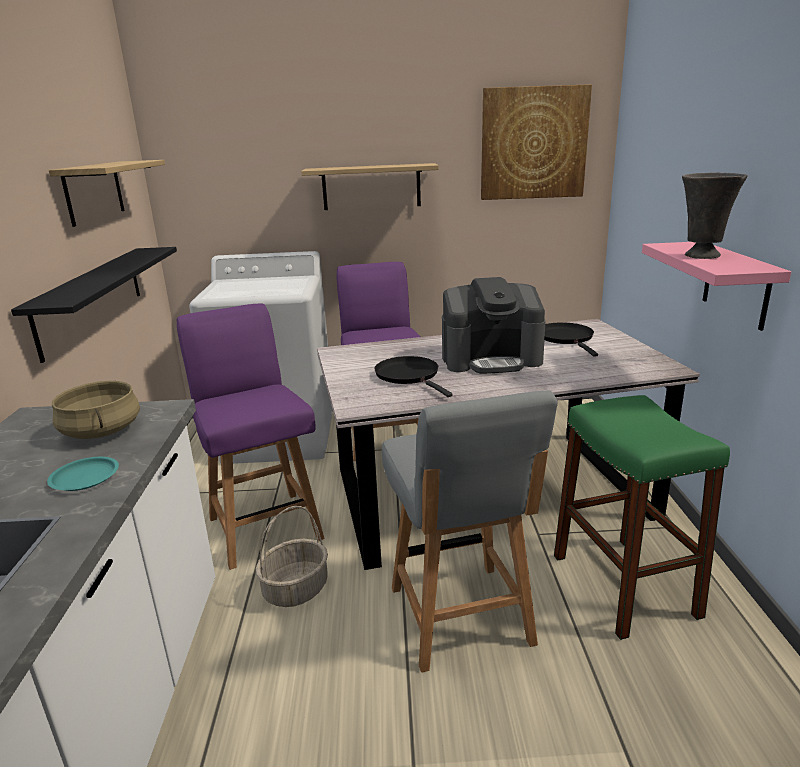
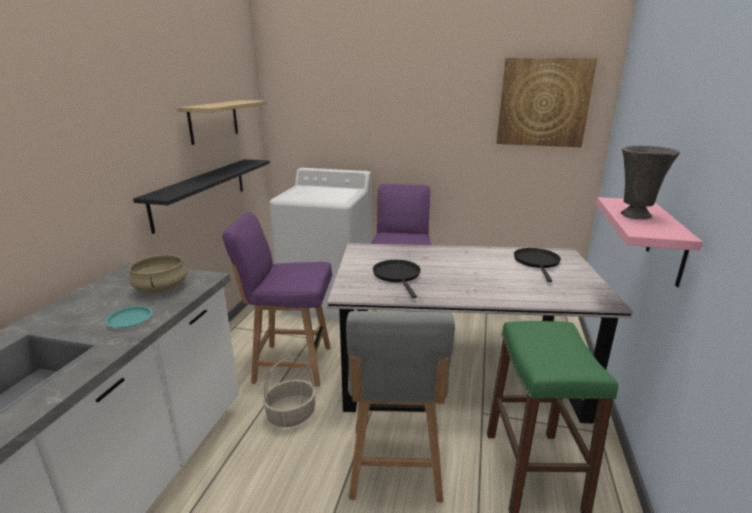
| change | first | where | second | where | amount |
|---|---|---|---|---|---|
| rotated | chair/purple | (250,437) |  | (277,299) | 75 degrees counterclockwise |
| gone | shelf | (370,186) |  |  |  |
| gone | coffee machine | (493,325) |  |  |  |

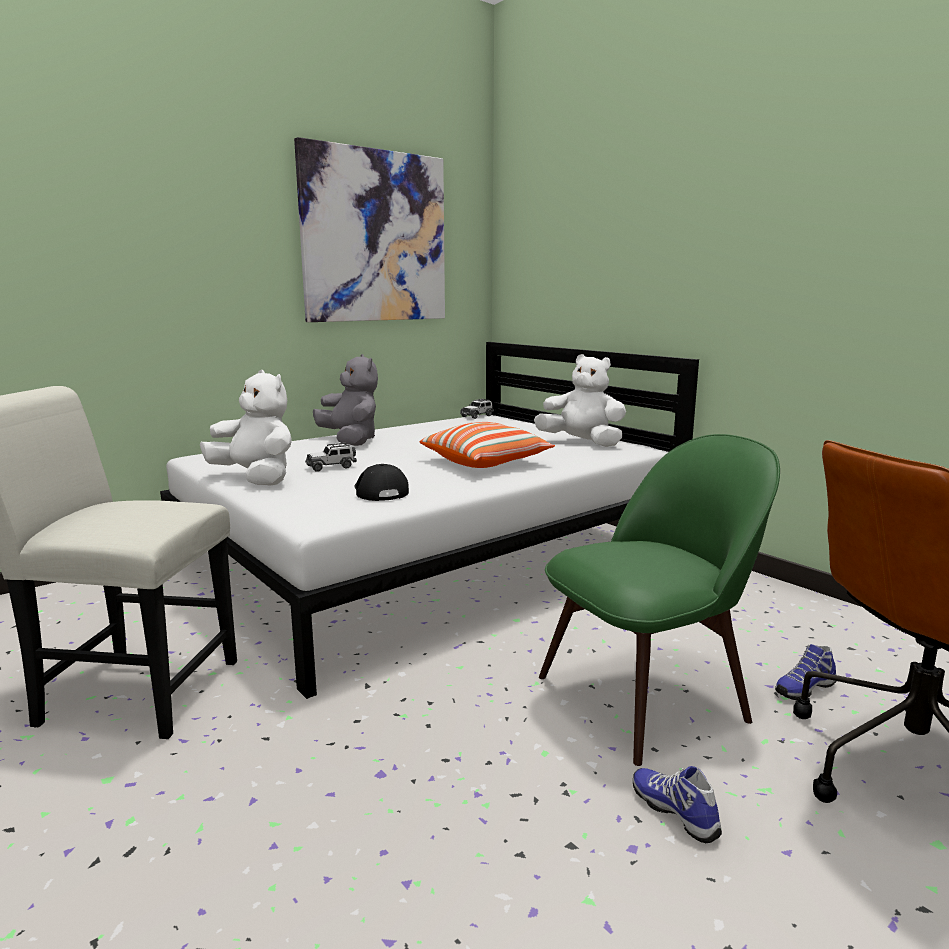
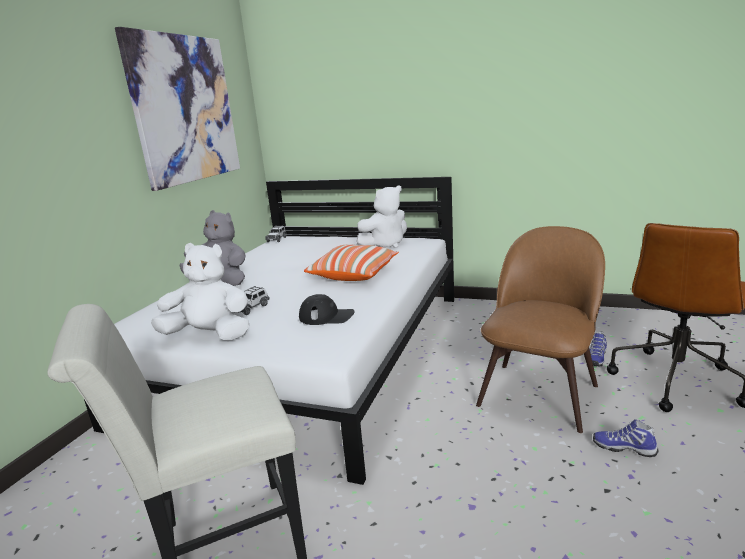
| change | first | where | second | where | amount |
|---|---|---|---|---|---|
| rotated | cap/black | (381,482) |  | (327,309) | 150 degrees clockwise |
| rotated | plush toy/white | (580,400) |  | (381,217) | 150 degrees clockwise |
| repainted | chair/green | (659,600) | chair/brown | (540,329) |  |

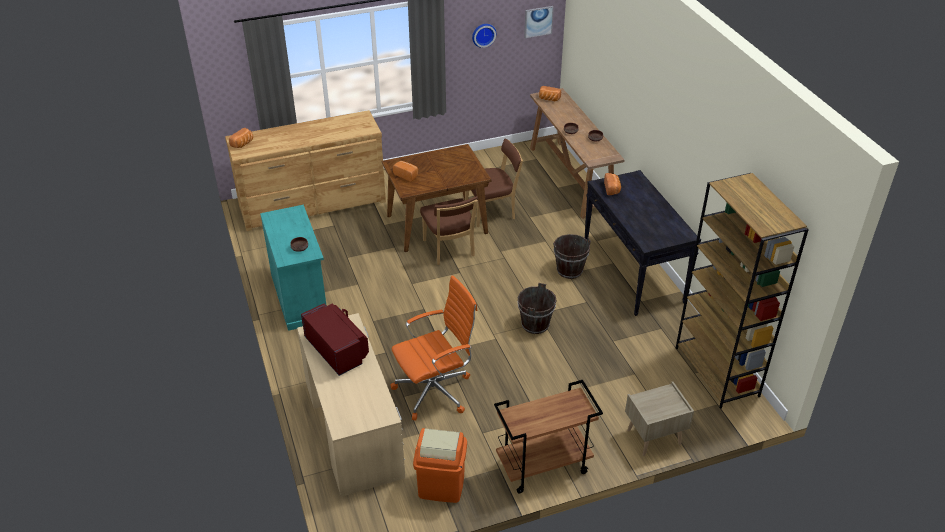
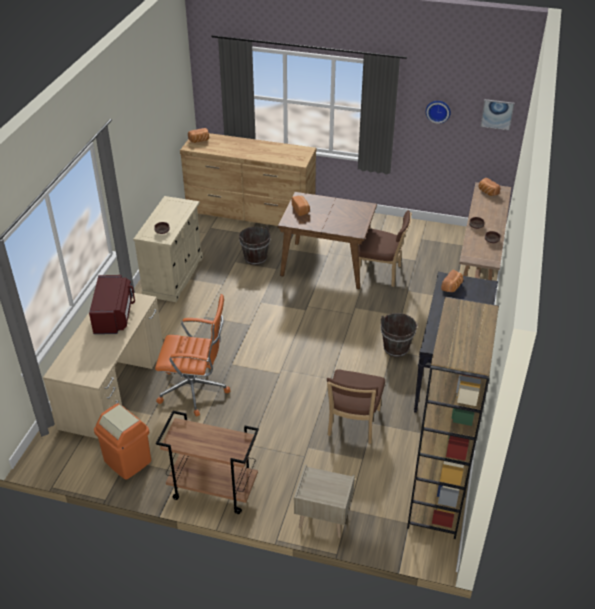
| change | first | where | second | where | amount |
|---|---|---|---|---|---|
| repainted | cabinet/turquoise | (293,268) | cabinet/beige | (168,249) |  |
| shifted | chair/brown | (449,230) |  | (356,406) |  |
| shifted | bucket/brown | (537,308) |  | (255,245) |  |

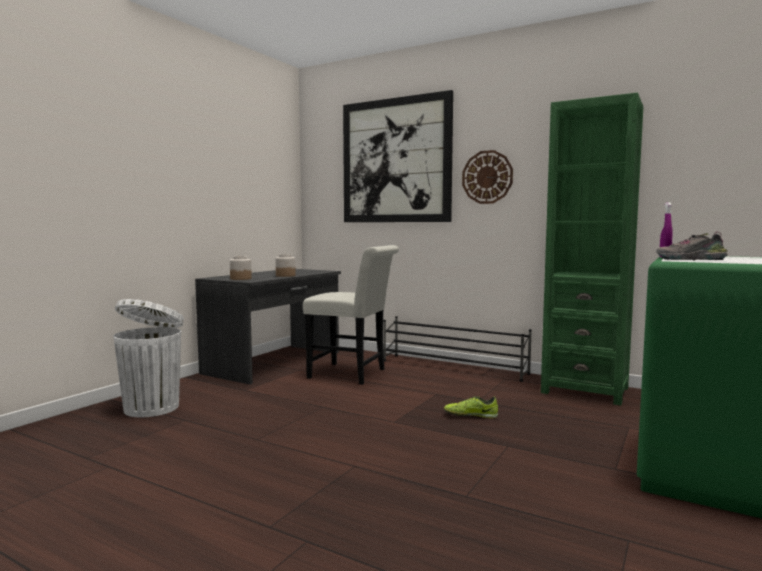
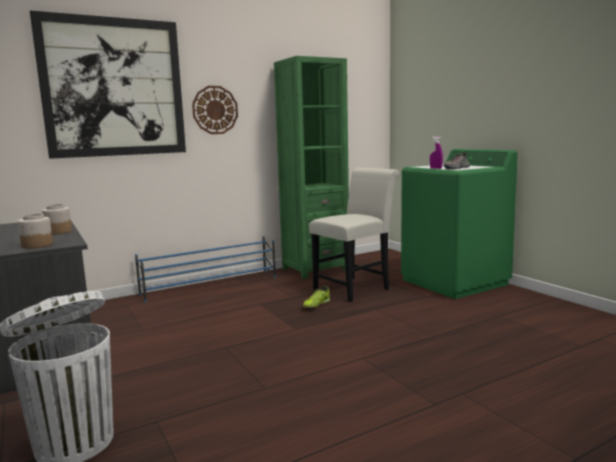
| change | first | where | second | where | amount |
|---|---|---|---|---|---|
| shifted | chair/white | (351,315) |  | (354,235) |  |
| repainted | shoe rack/black | (457,349) | shoe rack/blue | (205,269) |  |

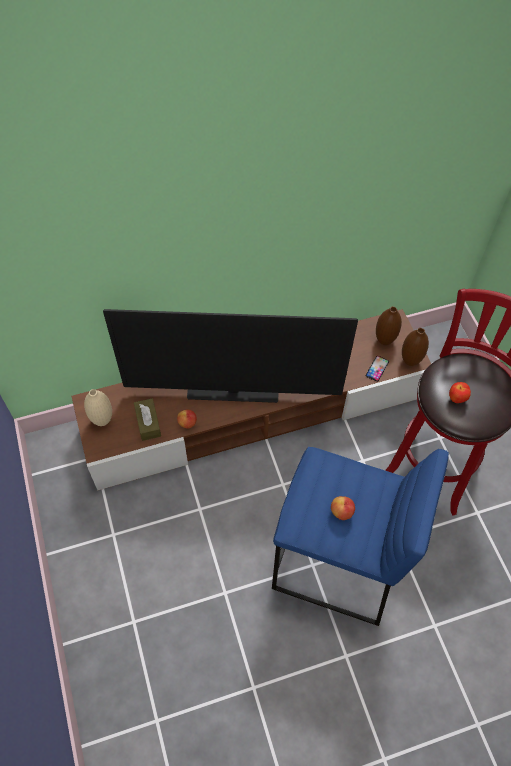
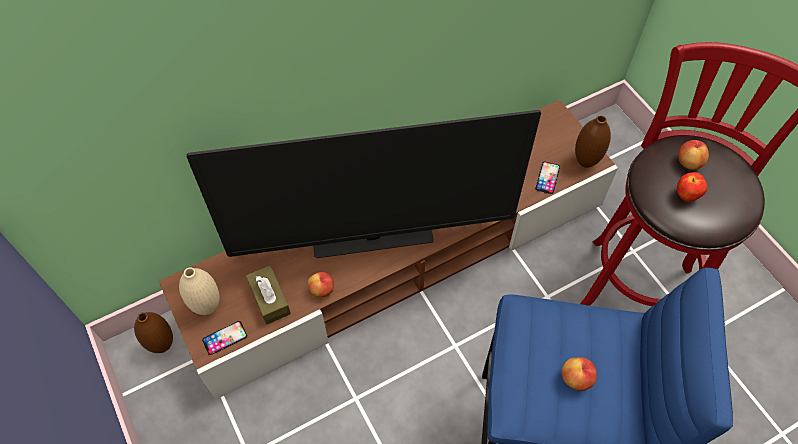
| change | first | where | second | where | amount |
|---|---|---|---|---|---|
| shifted | vase/brown | (389,326) |  | (153,332) |  |
| new |  |  | phone | (224,338) |  |
| new |  |  | apple | (693,155) |  |

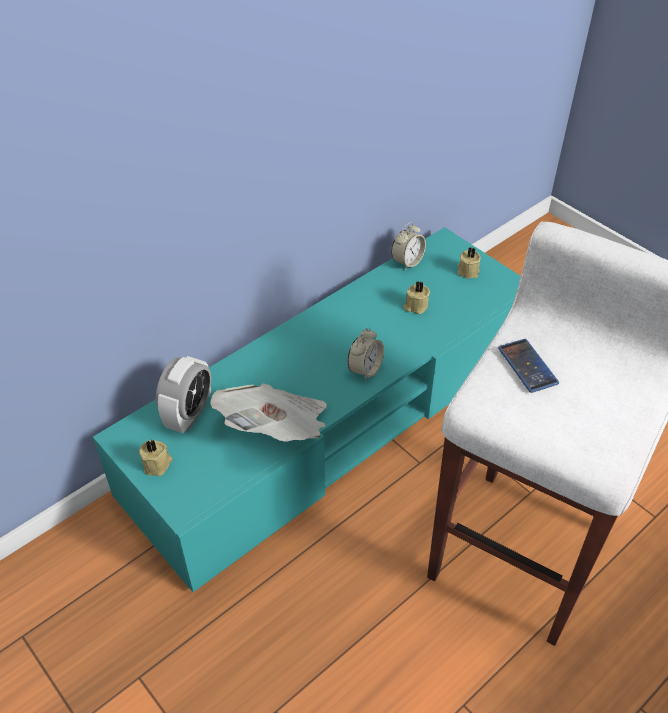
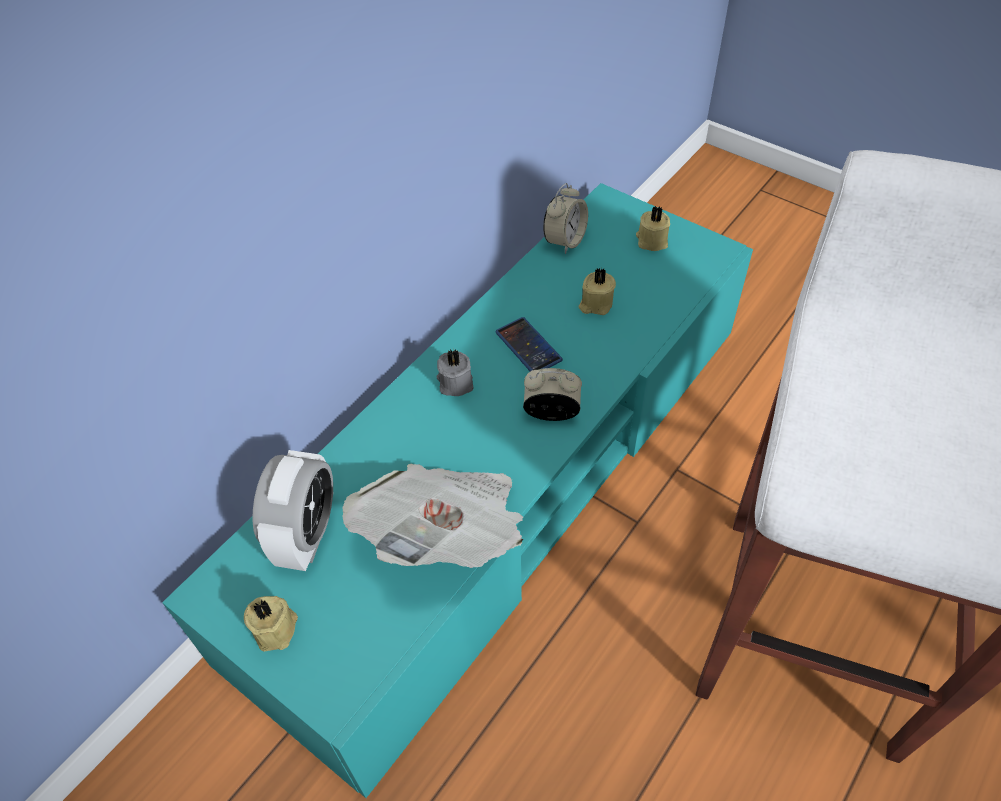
| change | first | where | second | where | amount |
|---|---|---|---|---|---|
| rotated | alarm clock | (366,354) |  | (552,394) | 105 degrees counterclockwise |
| shifted | phone | (528,366) |  | (529,344) |  |
| new |  |  | candle/grey | (455,372) |  |

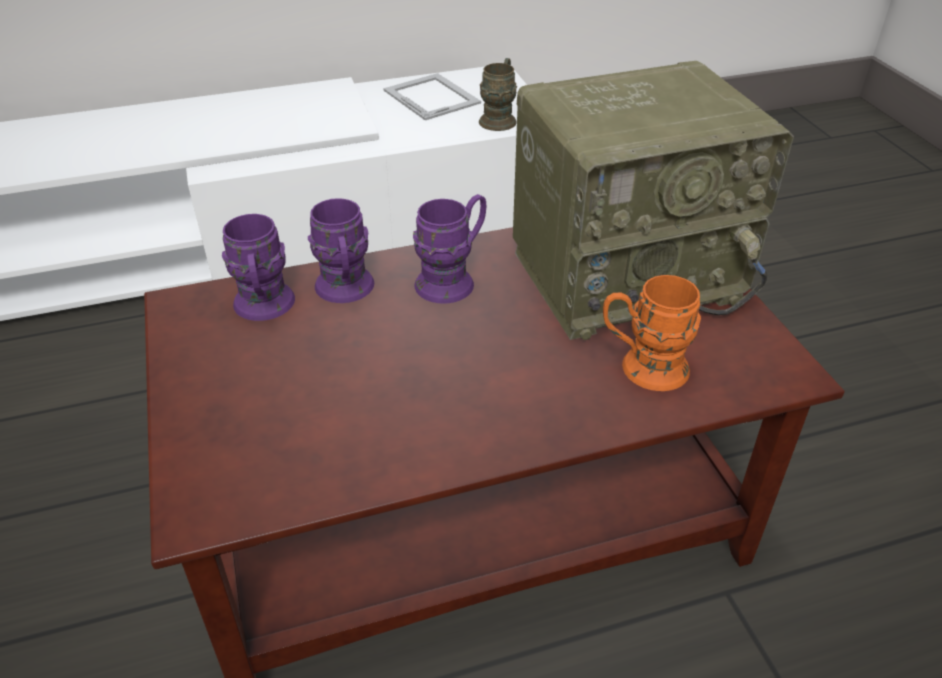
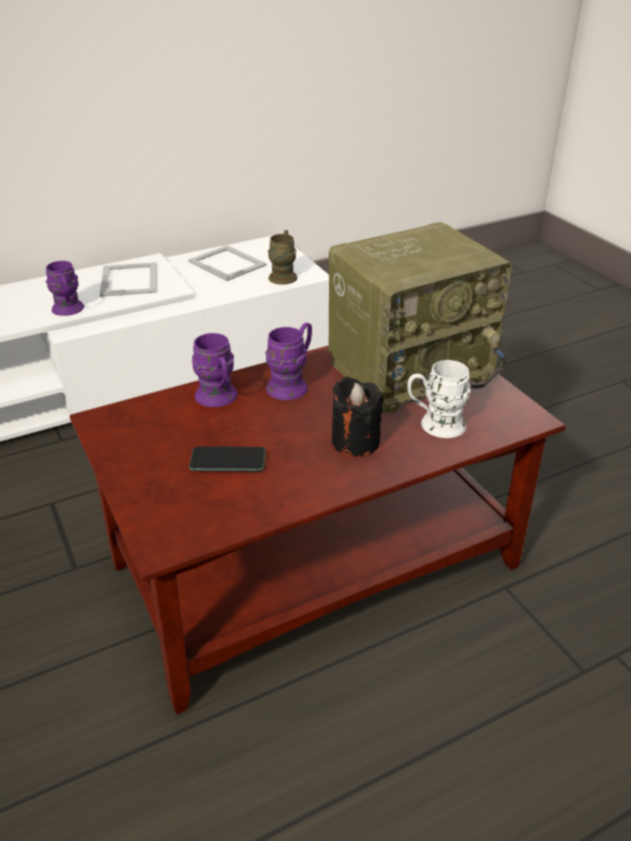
| change | first | where | second | where | amount |
|---|---|---|---|---|---|
| shifted | mug/purple | (258,267) |  | (65,288) |  |
| repainted | mug/orange | (652,333) | mug/white | (439,399) |  |
| new |  |  | picture frame | (128,279) |  |
| new |  |  | phone | (227,458) |  |
| new |  |  | candle/black | (357,416) |  |

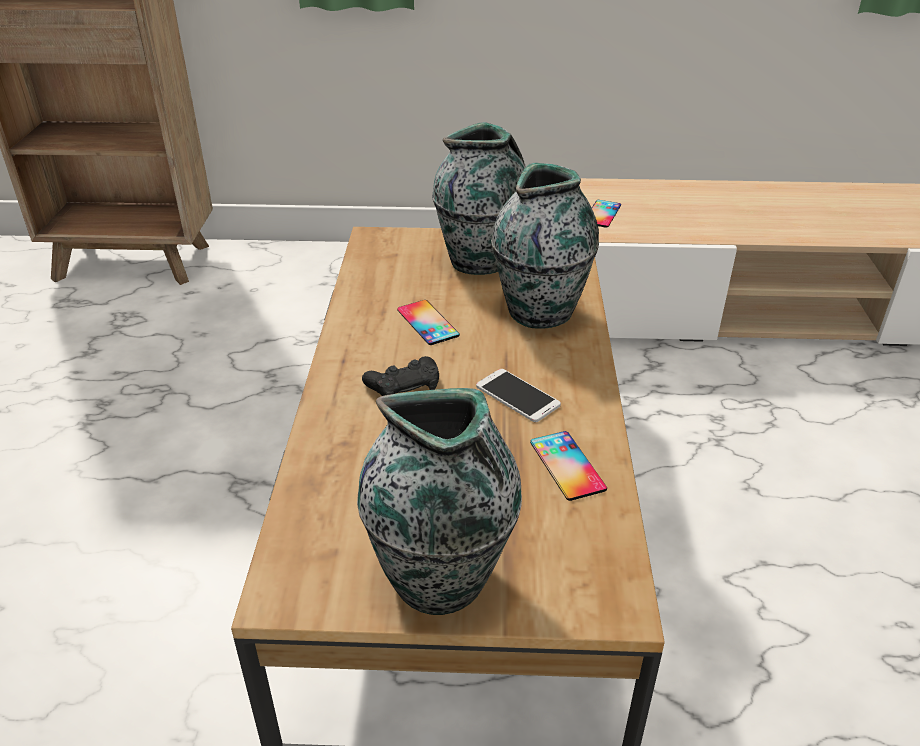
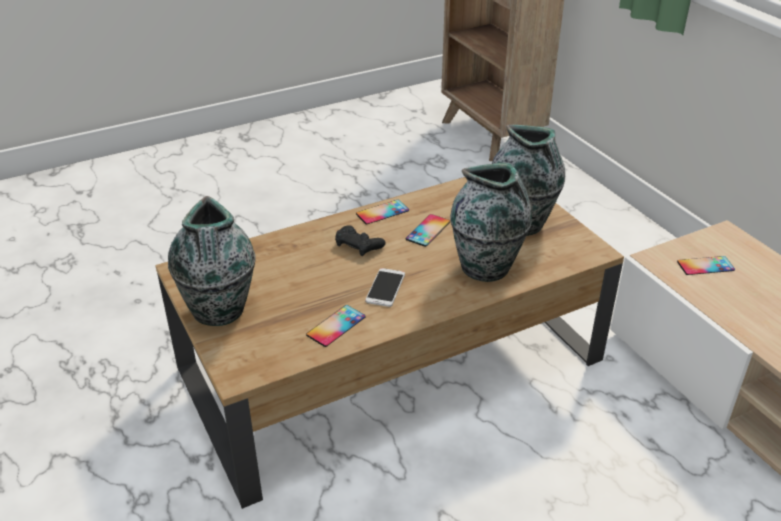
| change | first | where | second | where | amount |
|---|---|---|---|---|---|
| new |  |  | phone | (382,212) |  |

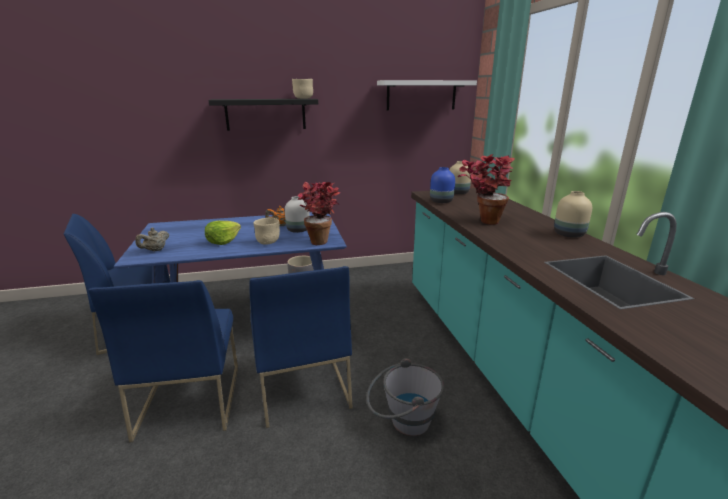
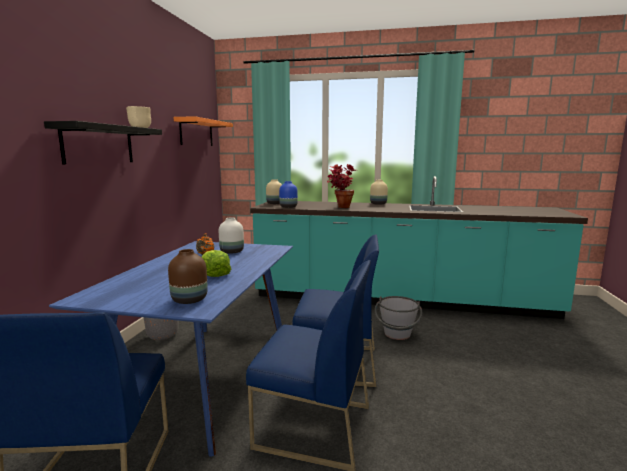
| change | first | where | second | where | amount |
|---|---|---|---|---|---|
| swapped | teapot/beige | (152,239) | vase/brown | (188,276) |  |
| gone | bowl/beige | (267,231) |  |  |  |
| gone | potted plant | (318,213) |  |  |  |
| repainted | shelf/white | (427,95) | shelf/orange | (203,131) |  |

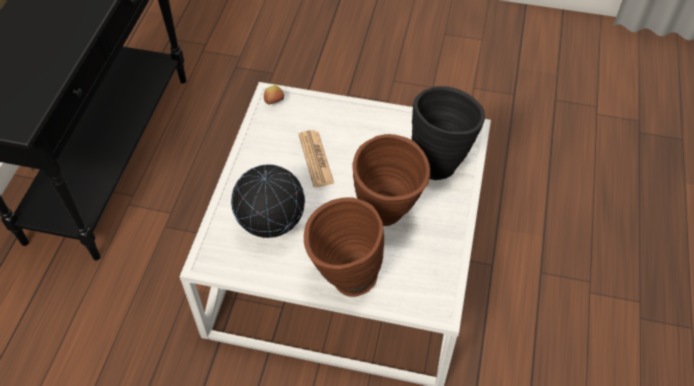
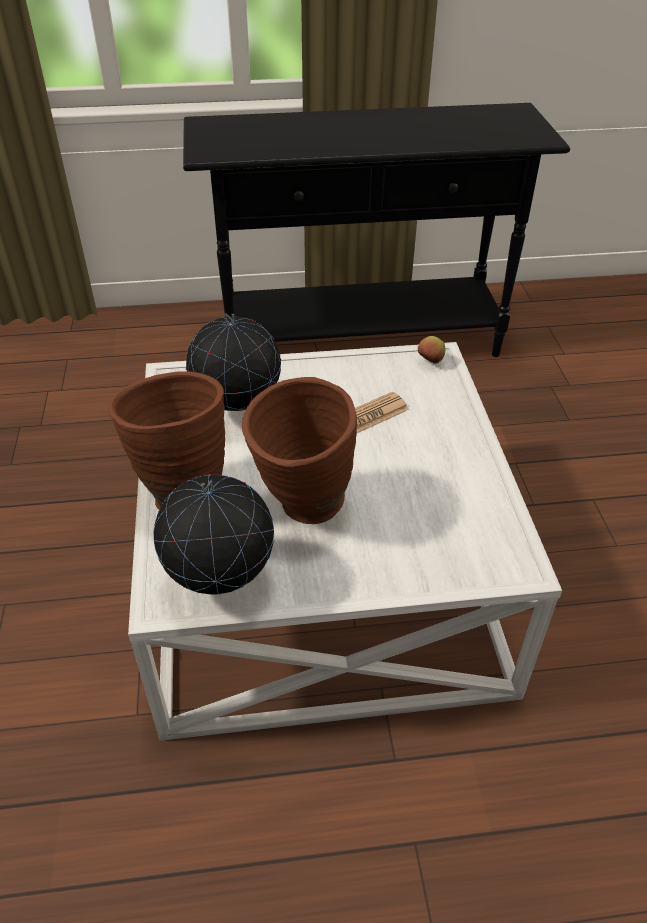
| change | first | where | second | where | amount |
|---|---|---|---|---|---|
| gone | vase/black | (448,133) |  |  |  |
| new |  |  | globe | (213,534) |  |

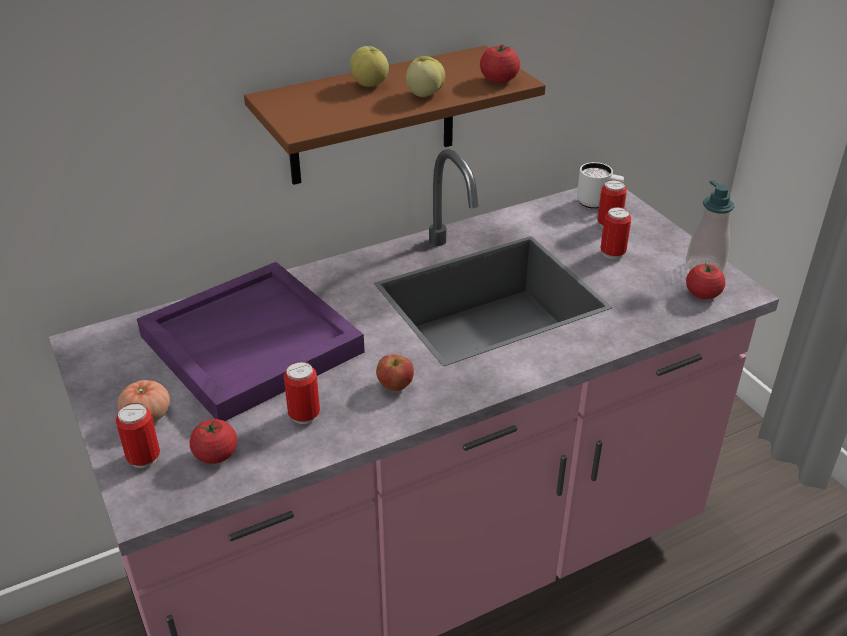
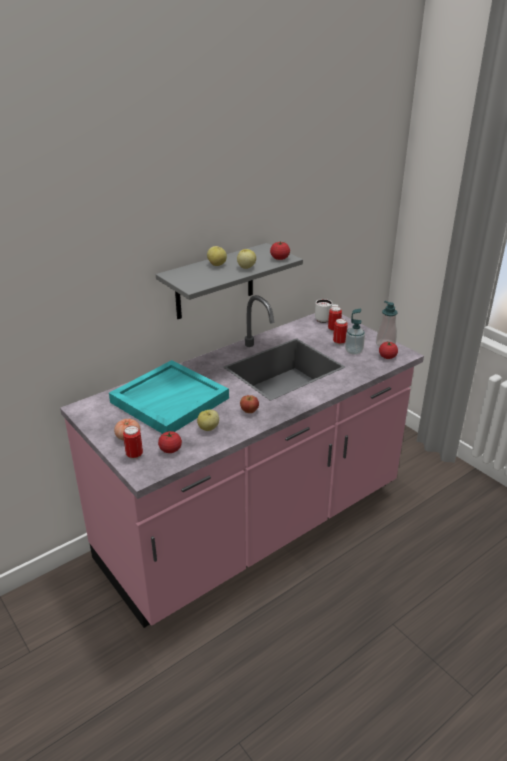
| change | first | where | second | where | amount |
|---|---|---|---|---|---|
| repainted | tray/purple | (251,341) | tray/turquoise | (169,397) |  |
| repainted | shelf/brown | (395,115) | shelf/grey | (229,281) |  |
| swapped | can | (302,392) | apple | (208,420) |  |
| new |  |  | soap dispenser | (355,332) |  |

